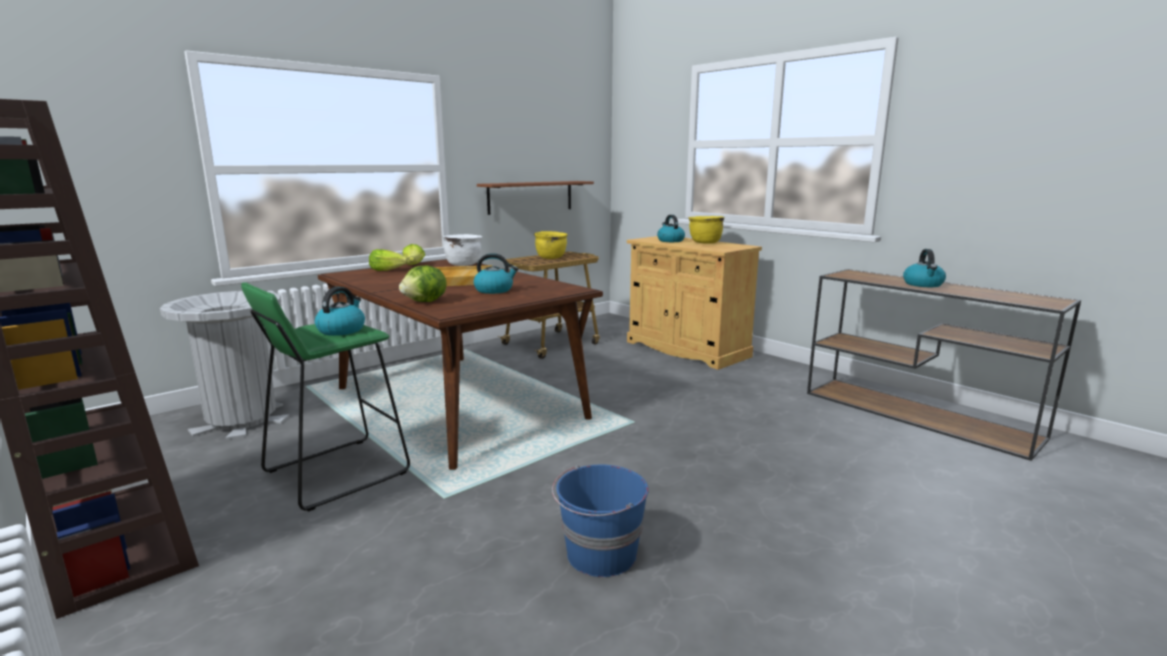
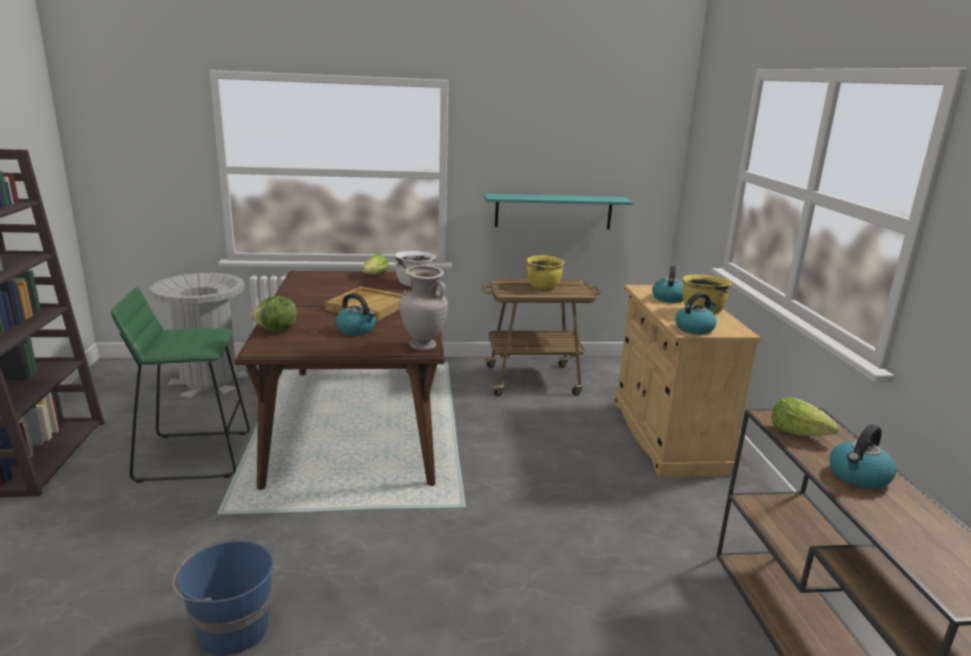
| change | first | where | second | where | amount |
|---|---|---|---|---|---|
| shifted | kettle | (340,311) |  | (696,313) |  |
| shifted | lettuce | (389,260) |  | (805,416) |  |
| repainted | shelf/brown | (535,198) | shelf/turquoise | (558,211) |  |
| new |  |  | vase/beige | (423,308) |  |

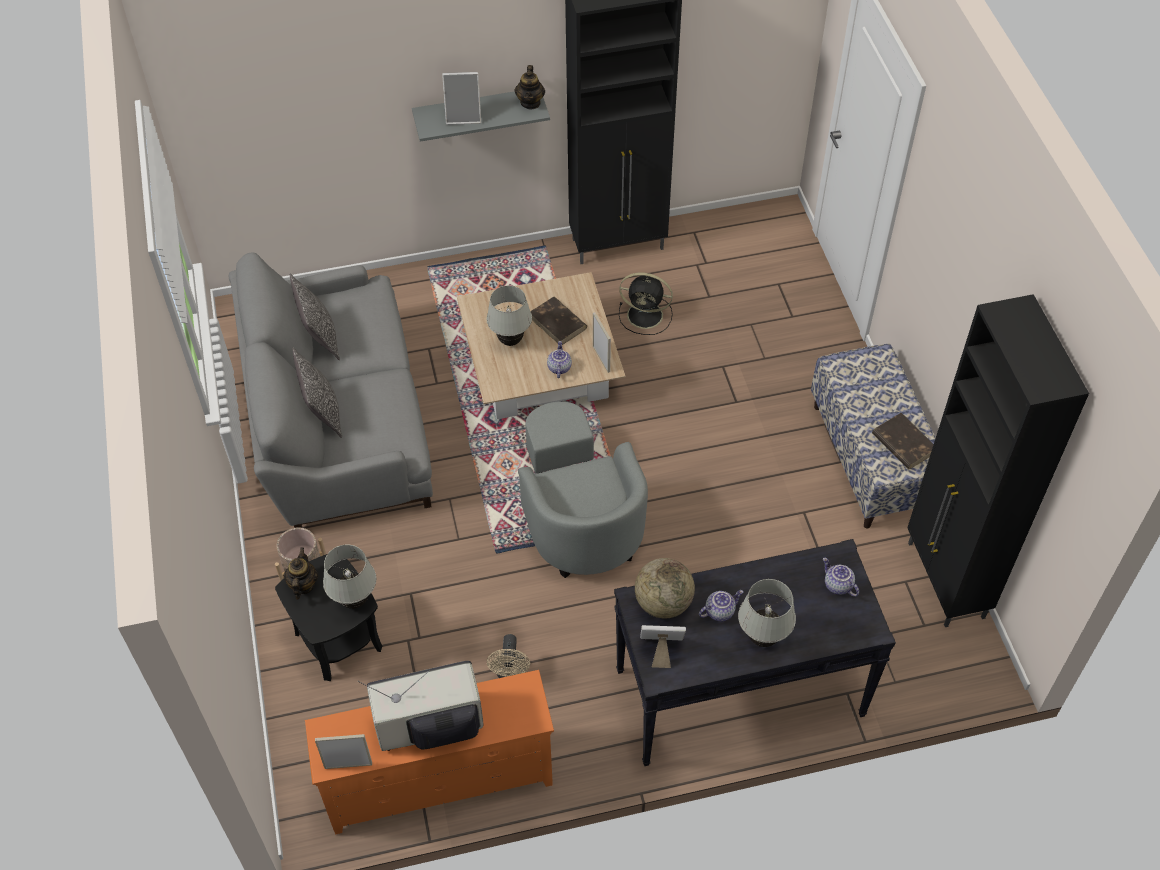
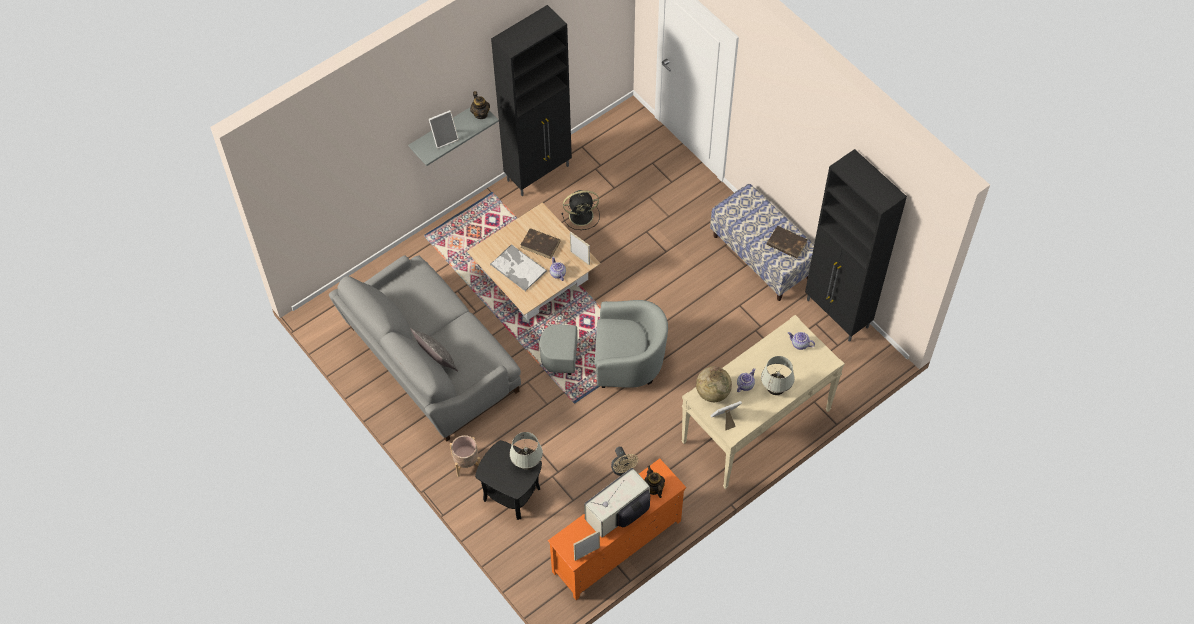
| change | first | where | second | where | amount |
|---|---|---|---|---|---|
| shifted | teapot | (300,573) |  | (655,481) |  |
| gone | pillow | (315,317) |  |  |  |
| swapped | table lamp/white | (509,315) | tray | (518,267) |  |
| rotated | armchair/grey | (583,490) |  | (604,344) | 45 degrees counterclockwise |
| repainted | console table/black | (755,652) | console table/beige | (763,402) |  |

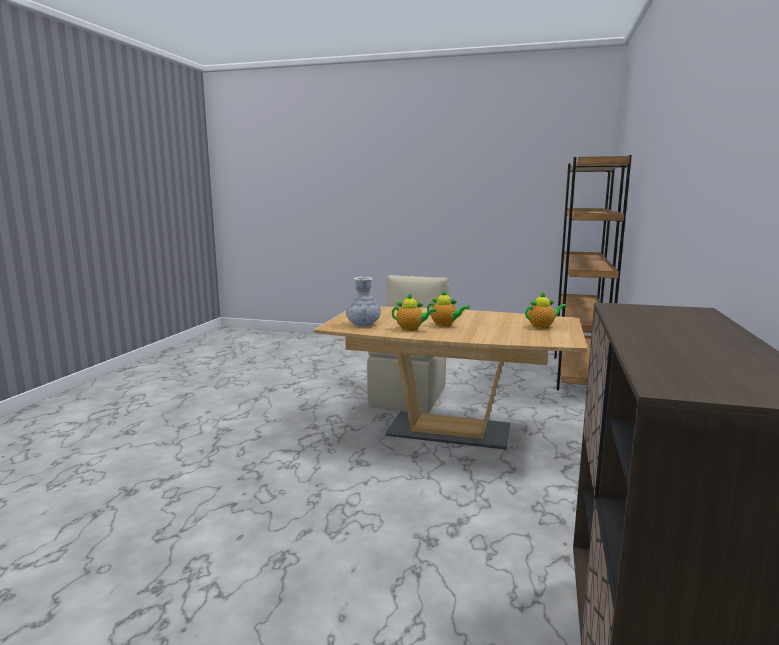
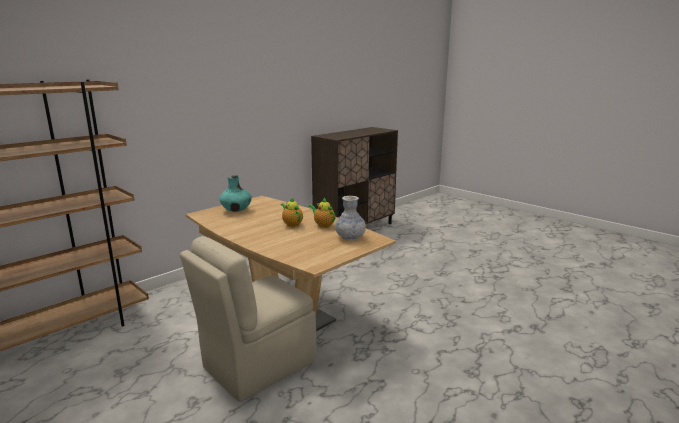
| change | first | where | second | where | amount |
|---|---|---|---|---|---|
| swapped | teapot | (546,310) | vase/turquoise | (235,193) |  |

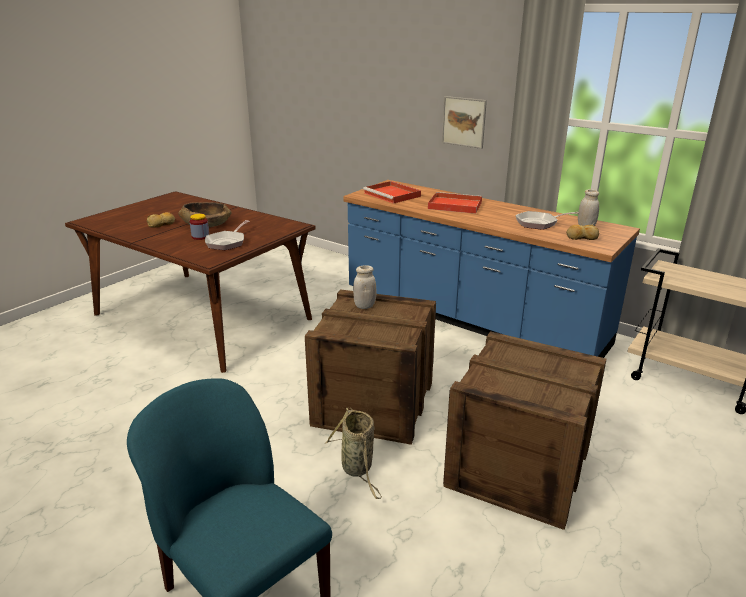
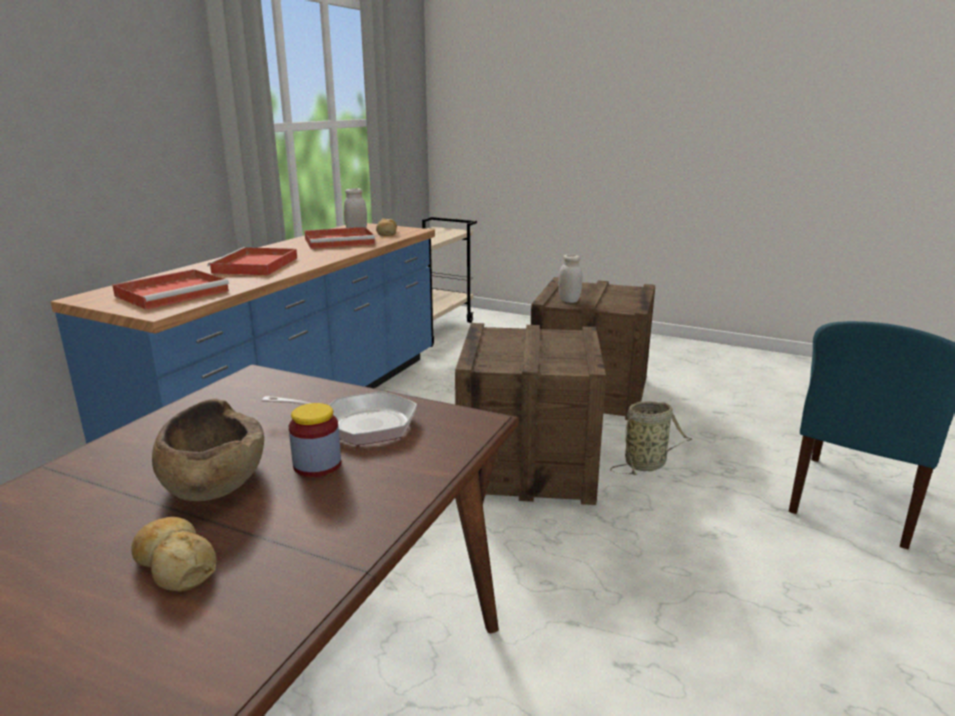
| change | first | where | second | where | amount |
|---|---|---|---|---|---|
| shifted | jar/white | (364,287) |  | (570,278) |  |
| gone | picture | (464,122) |  |  |  |
| swapped | frying pan | (546,220) | tray/red | (339,238) |  |

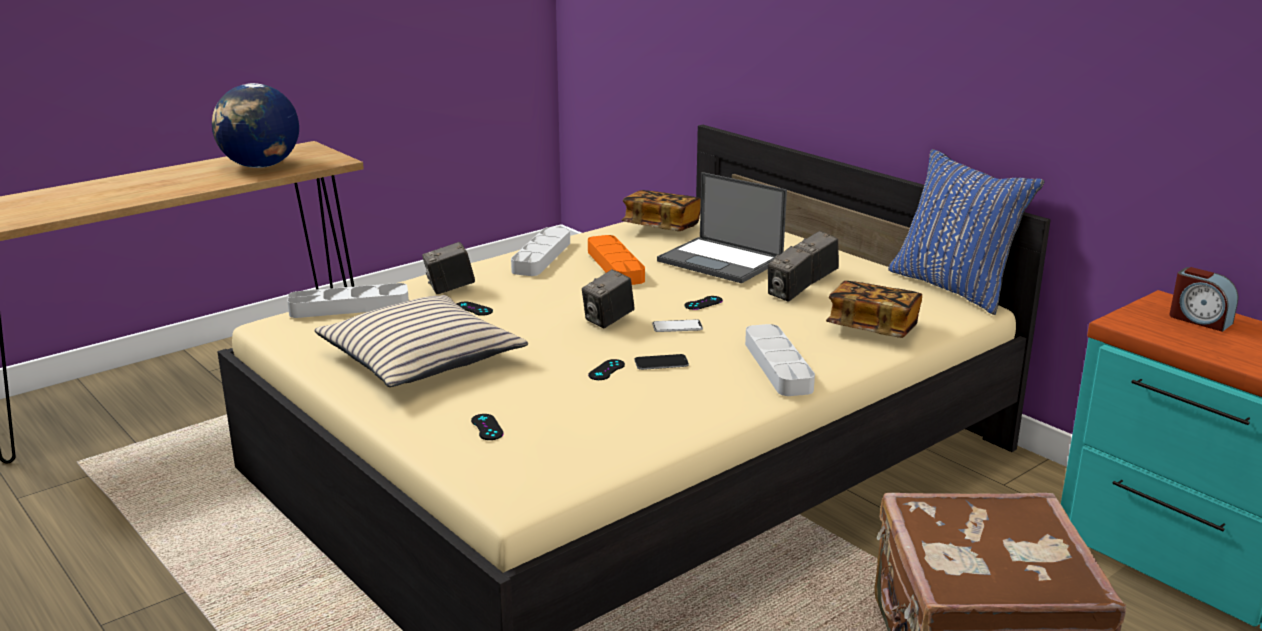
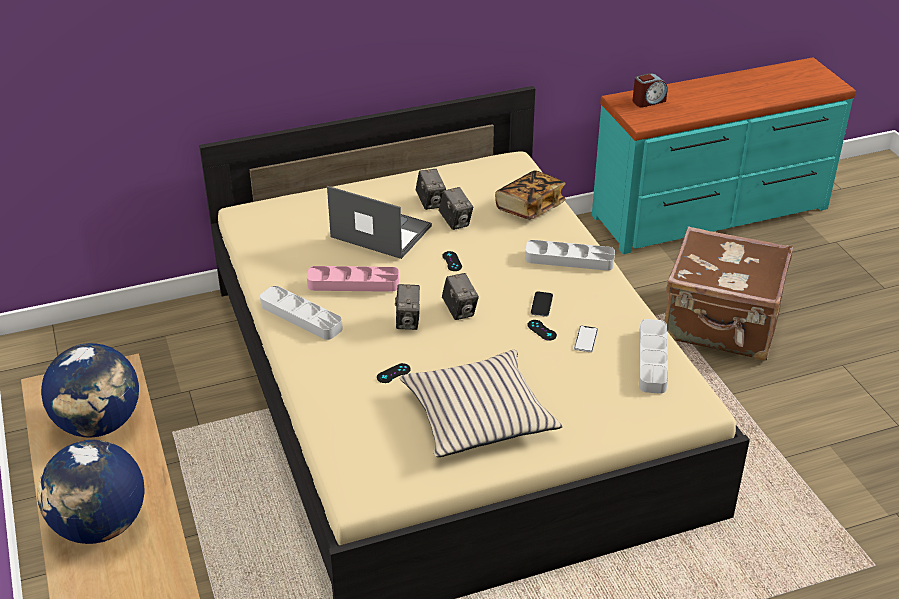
| change | first | where | second | where | amount |
|---|---|---|---|---|---|
| shifted | tray/grey | (348,300) |  | (653,356) |  |
| shifted | photo camera | (448,268) |  | (407,307) |  |
| gone | game controller/black | (487,427) |  |  |  |
| repainted | tray/orange | (616,260) | tray/pink | (353,279) |  |
| gone | book | (661,210) |  |  |  |
| shifted | phone | (677,325) |  | (586,339) |  |
| rotated | laptop | (722,227) |  | (379,222) | 120 degrees counterclockwise |
| gone | pillow/blue | (966,232) |  |  |  |
| new |  |  | globe | (90,492) |  |

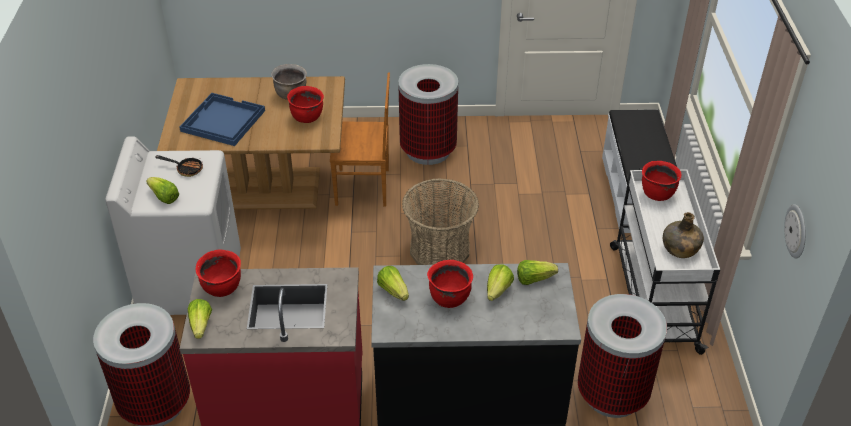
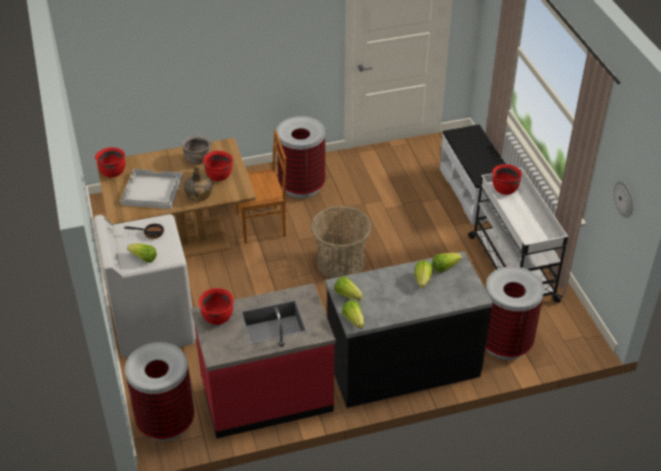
| change | first | where | second | where | amount |
|---|---|---|---|---|---|
| repainted | tray/blue | (222,119) | tray/white | (151,189) |  |
| shifted | lettuce | (200,319) |  | (353,314) |  |
| shifted | cooking pot/red | (450,284) |  | (110,162) |  |
| shifted | bottle/green | (683,235) |  | (198,184) |  |

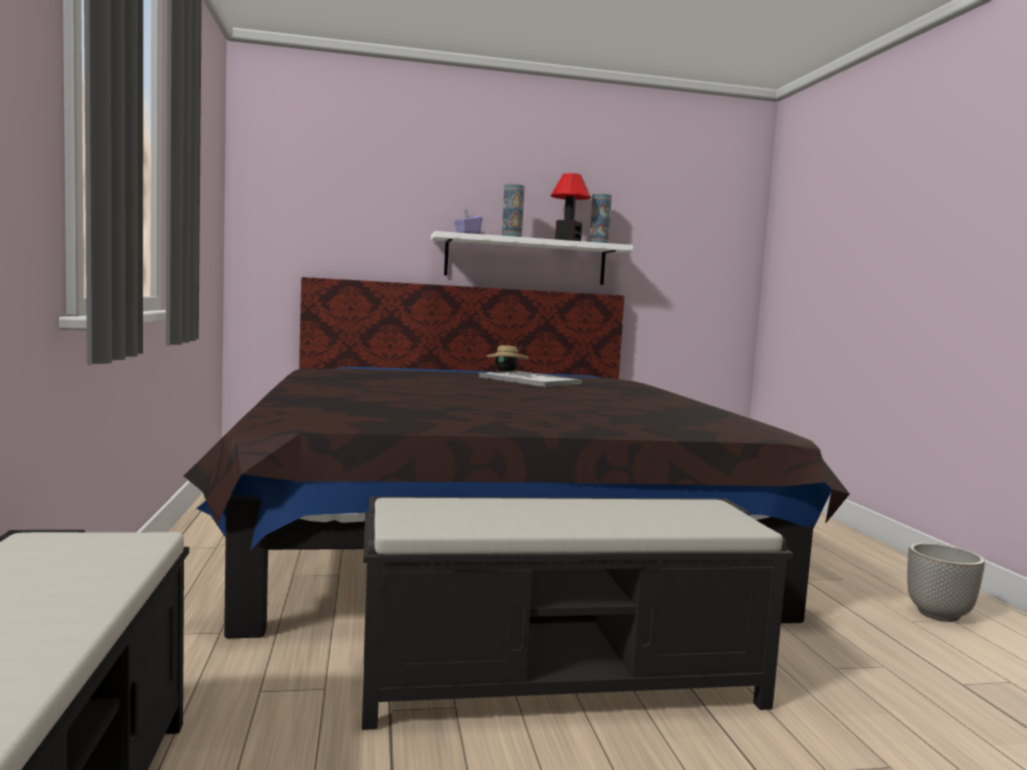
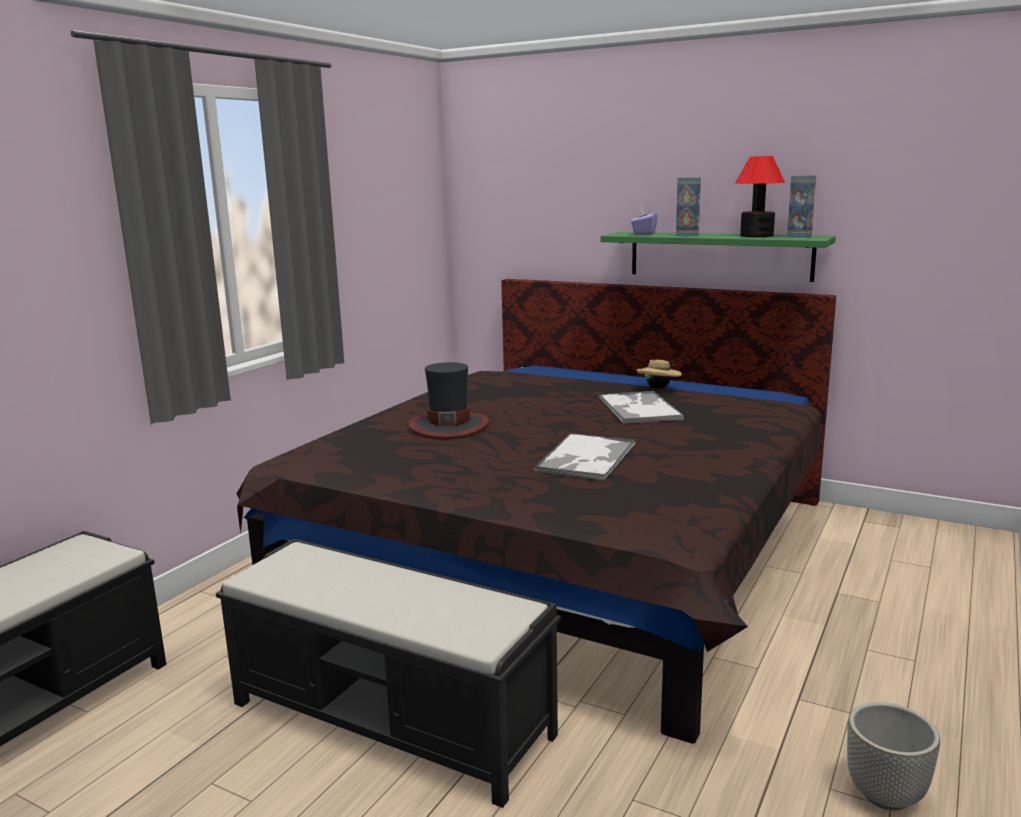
| change | first | where | second | where | amount |
|---|---|---|---|---|---|
| repainted | shelf/white | (532,258) | shelf/green | (718,257) |  |
| new |  |  | hat | (449,400) |  |
| new |  |  | tray | (584,457) |  |

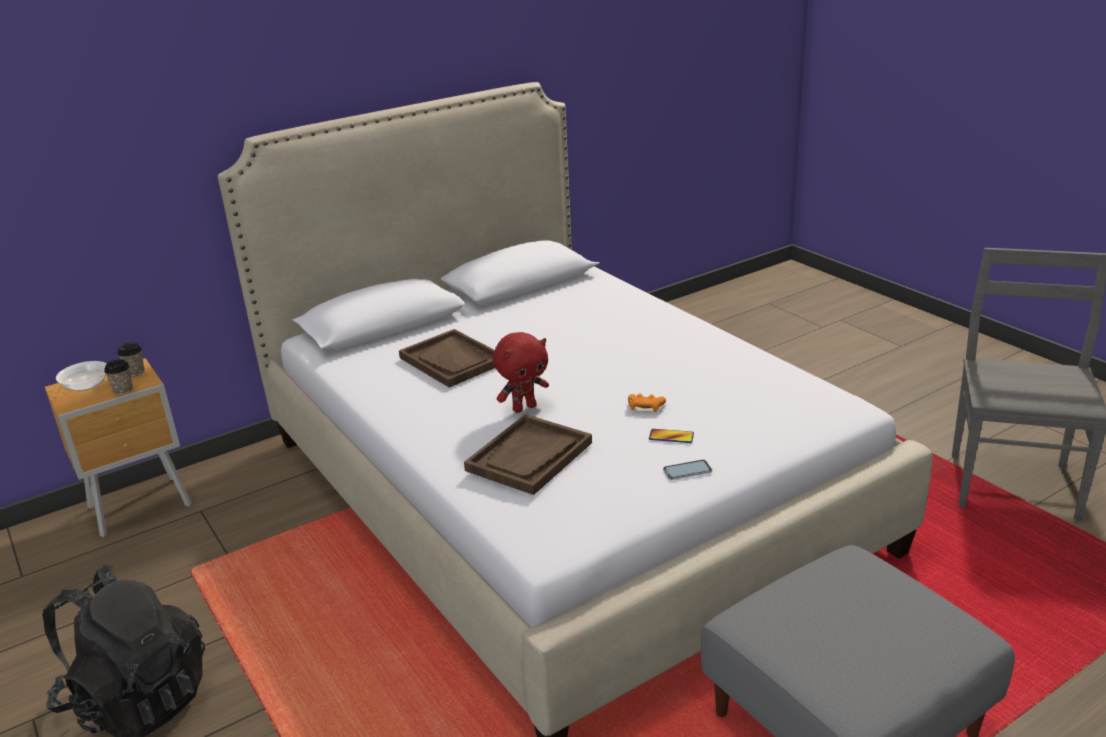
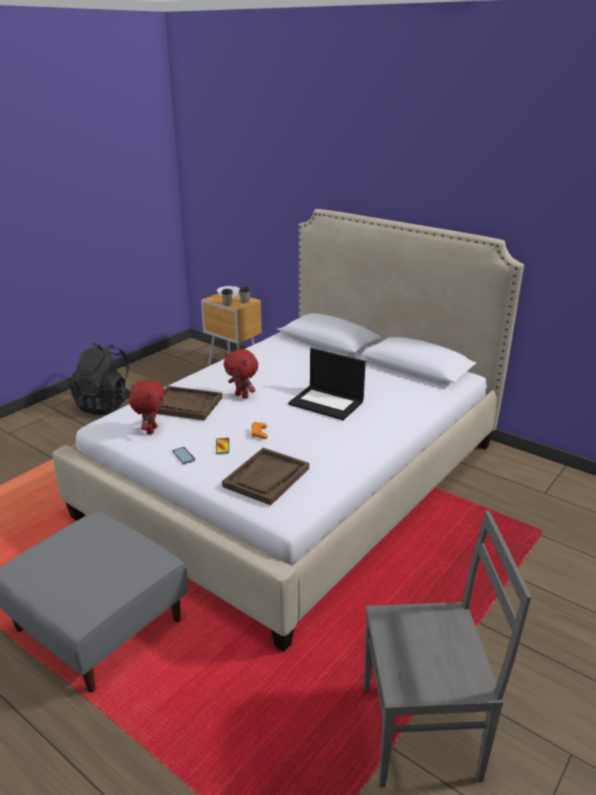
| change | first | where | second | where | amount |
|---|---|---|---|---|---|
| shifted | tray/brown | (447,358) |  | (265,476) |  |
| new |  |  | plush toy/red | (147,406) |  |
| new |  |  | laptop | (327,384) |  |

